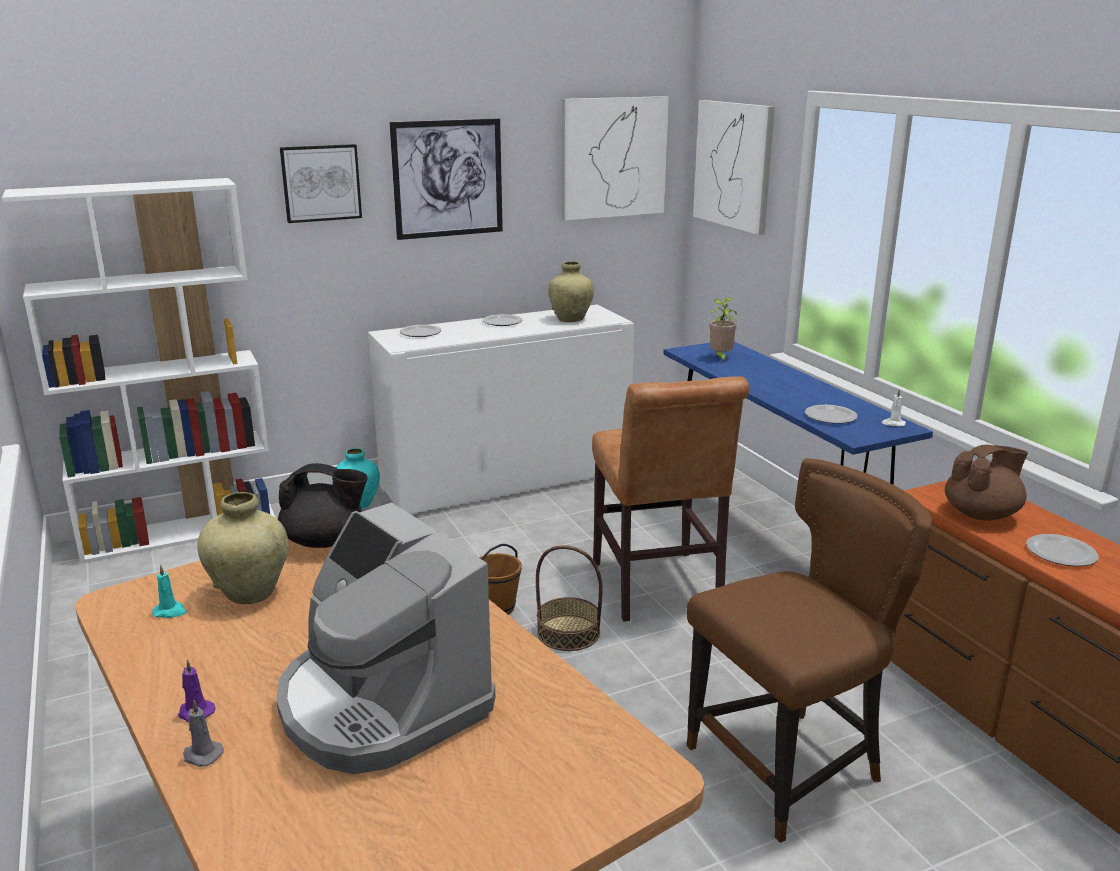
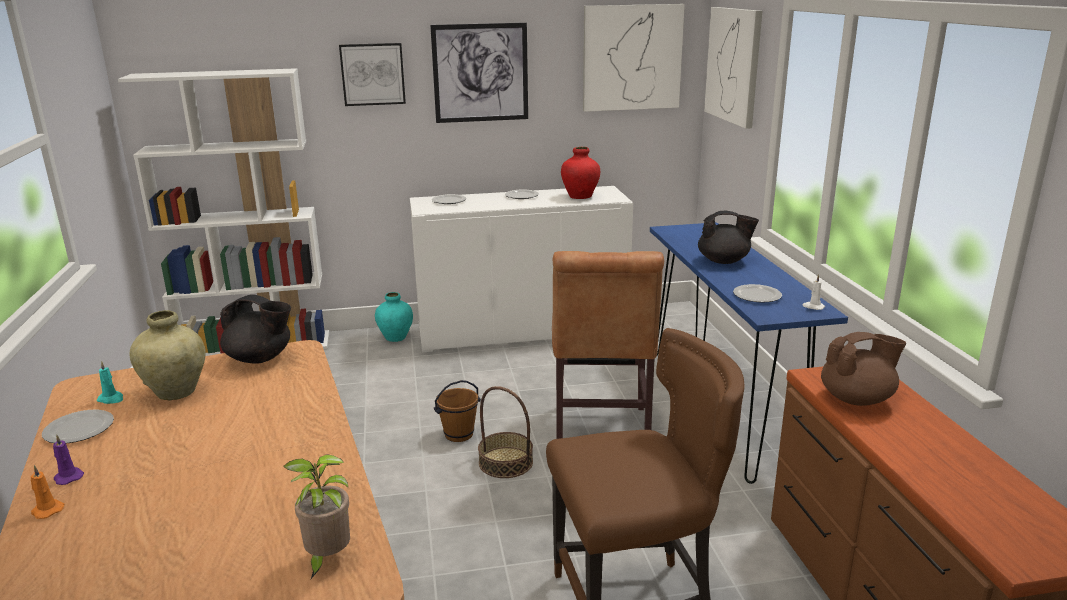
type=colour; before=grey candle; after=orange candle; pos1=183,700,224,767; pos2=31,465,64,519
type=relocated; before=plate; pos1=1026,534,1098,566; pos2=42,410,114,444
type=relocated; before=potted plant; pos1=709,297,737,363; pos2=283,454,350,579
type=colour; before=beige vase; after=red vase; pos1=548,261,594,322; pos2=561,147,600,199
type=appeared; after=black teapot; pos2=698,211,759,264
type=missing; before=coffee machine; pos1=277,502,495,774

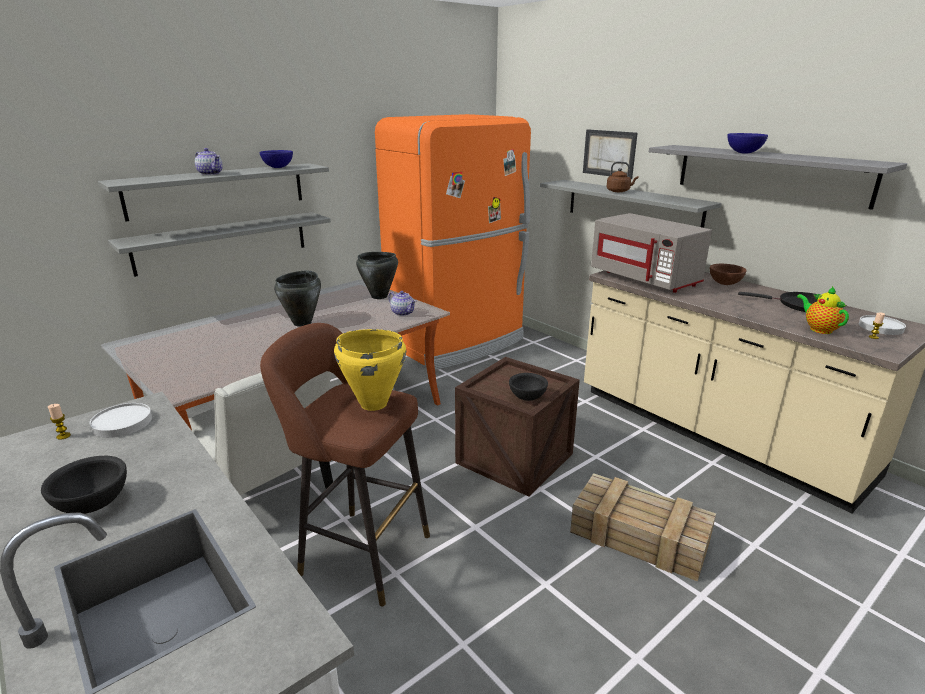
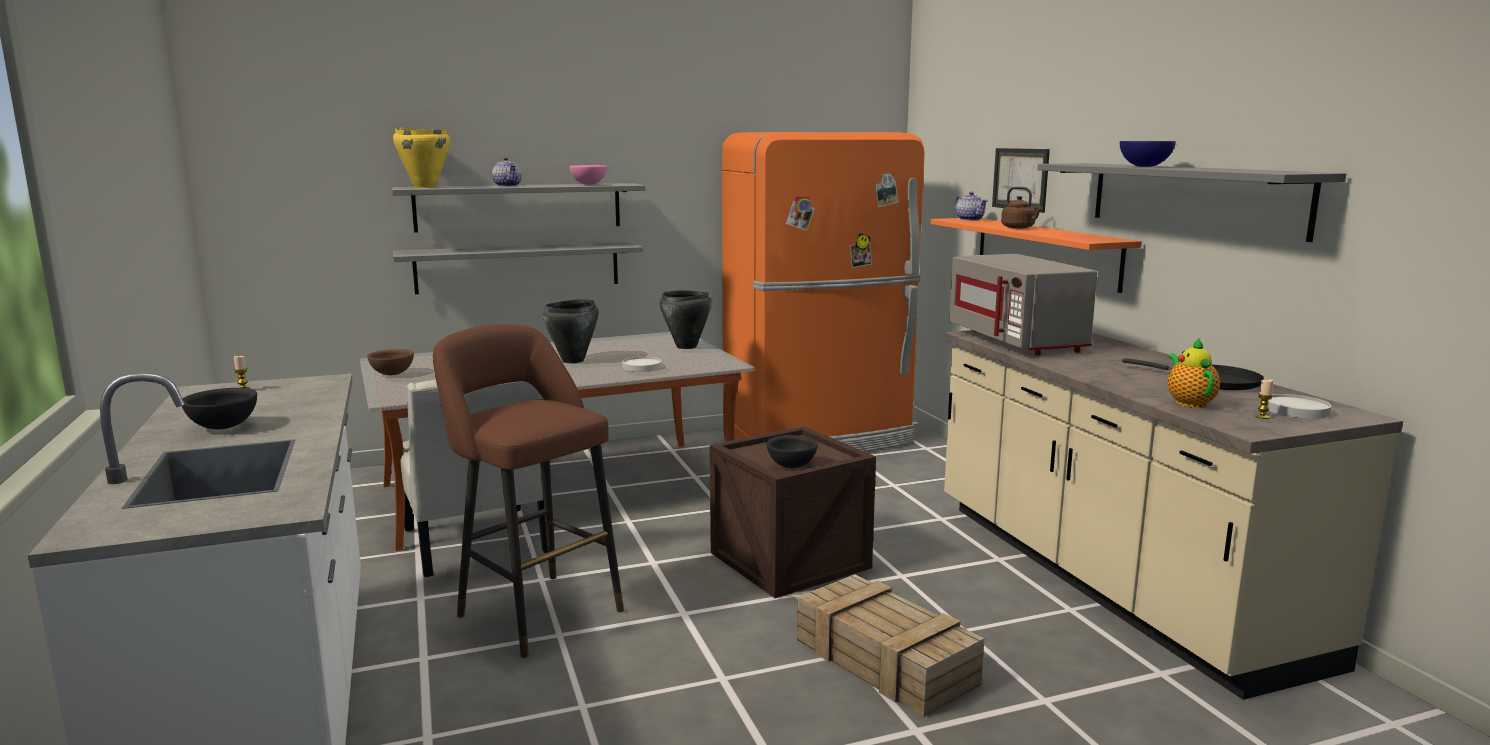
type=relocated; before=brown bowl; pos1=710,264,747,285; pos2=367,349,414,375
type=relocated; before=yellow cooking pot; pos1=334,329,406,411; pos2=393,128,450,188
type=colour; before=blue bowl; after=pink bowl; pos1=260,150,293,168; pos2=569,165,607,185
type=relocated; before=white plate; pos1=89,403,152,438; pos2=622,357,662,372
type=colour; before=grey shelf; after=orange shelf; pos1=540,180,722,228; pos2=931,218,1142,293
type=relocated; before=teapot; pos1=388,291,416,316; pos2=954,192,988,221

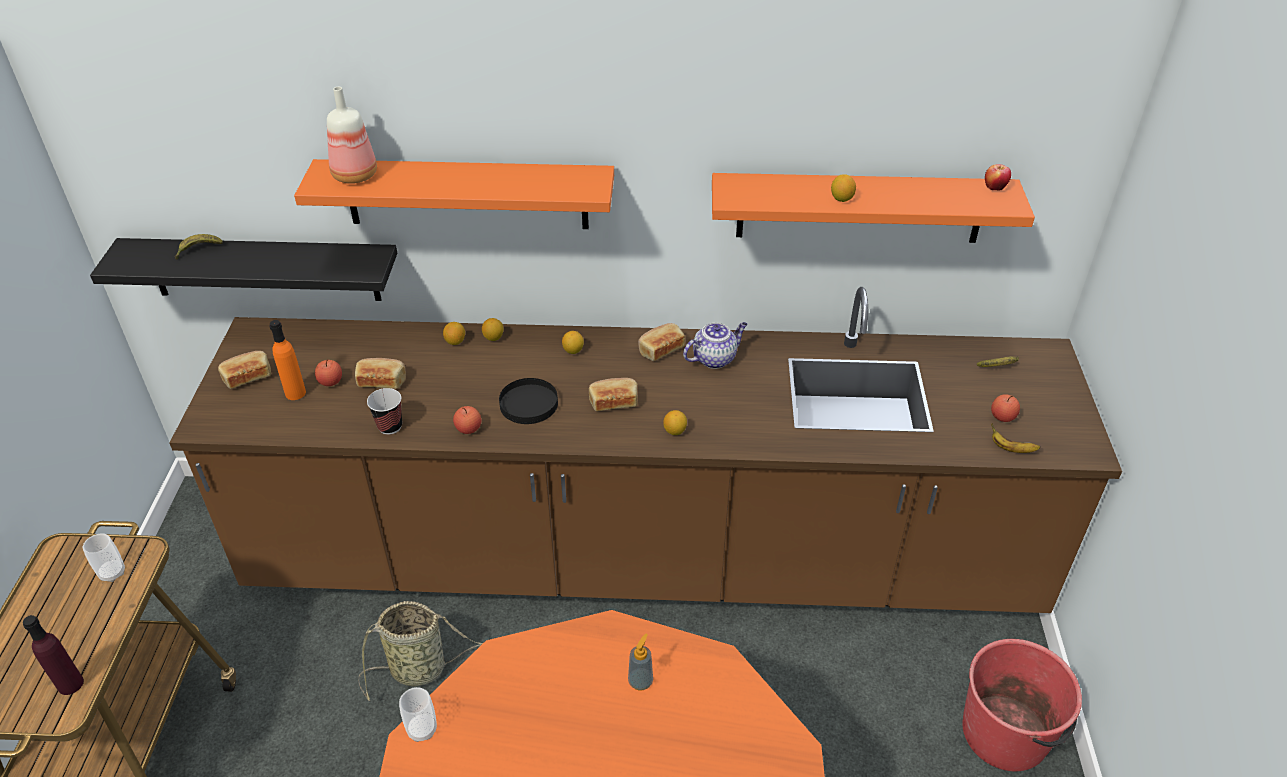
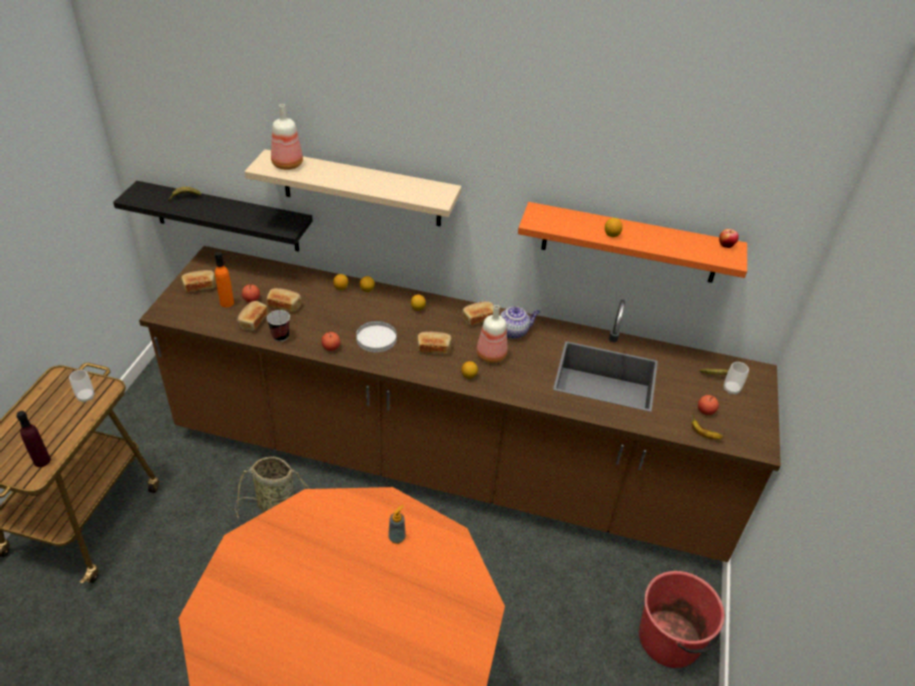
type=appeared; after=bread; pos2=237,301,268,331
type=colour; before=orange shelf; after=beige shelf; pos1=294,159,614,229; pos2=244,149,461,226
type=colour; before=black plate; after=white plate; pos1=499,378,558,424; pos2=356,321,397,352
type=appeared; after=bottle; pos2=477,305,508,363
type=relocated; before=cup; pos1=399,687,437,742; pos2=724,362,749,395

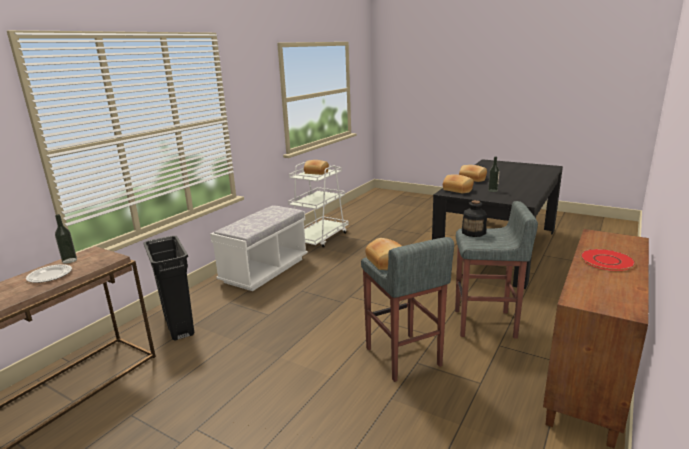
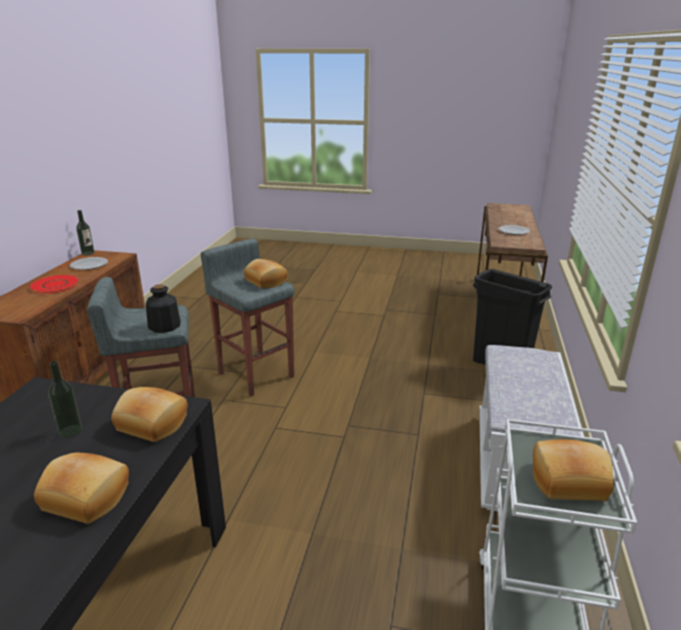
type=appeared; after=plate; pos2=70,257,108,270
type=relocated; before=bottle; pos1=55,214,77,264; pos2=76,210,94,255

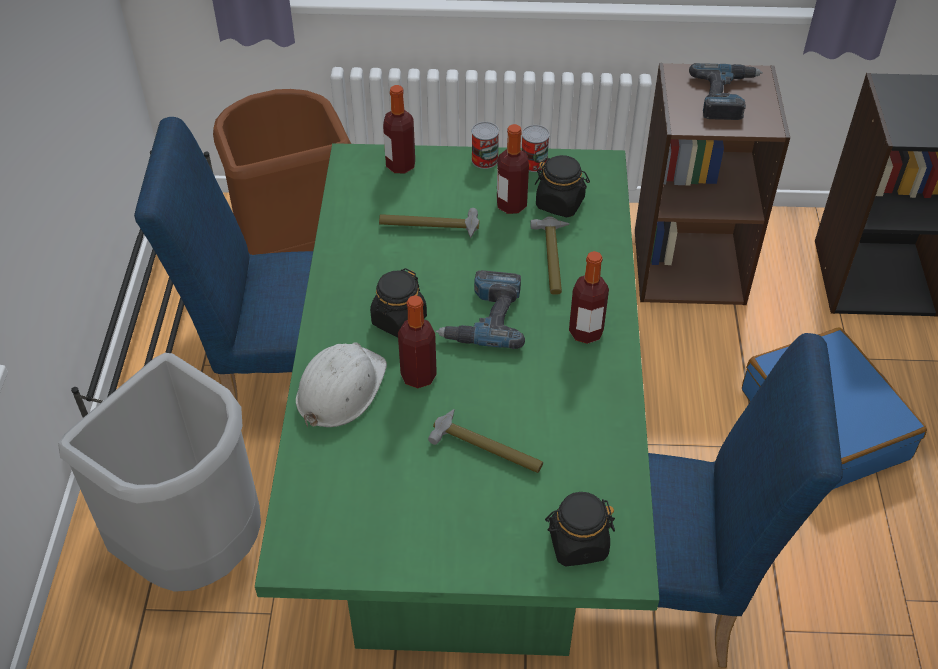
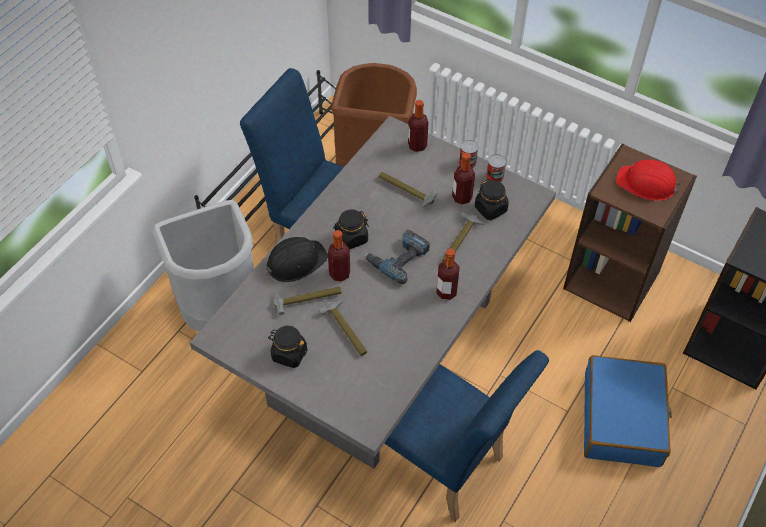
type=colour; before=green dining table; after=grey dining table; pos1=255,143,659,656; pos2=190,116,556,469
type=colour; before=white hard hat; after=black hard hat; pos1=296,342,387,427; pos2=265,237,328,282
type=relocated; before=black jar; pos1=545,492,615,566; pos2=268,326,308,368
type=appeared; after=hammer; pos2=273,287,341,315
type=exchanged; before=power drill; after=red hard hat; pos1=689,63,763,120; pos2=616,160,682,201

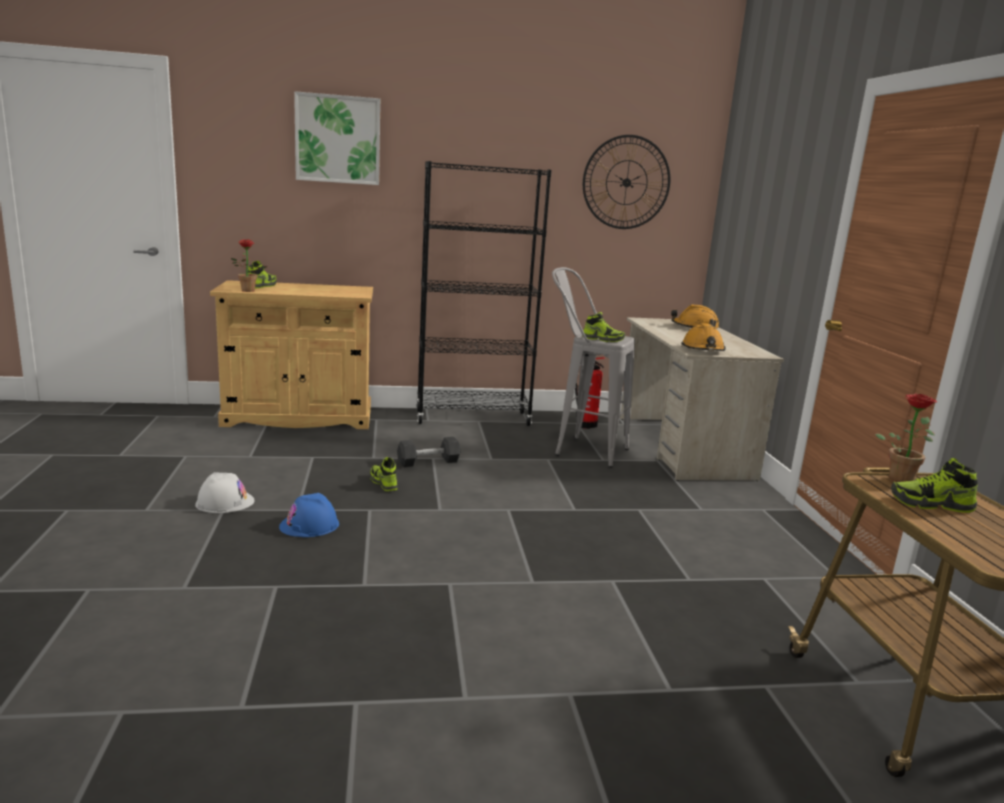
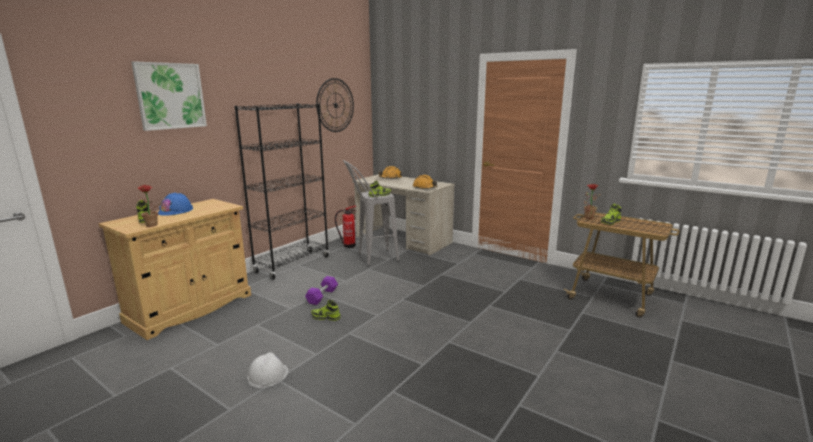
type=relocated; before=blue hard hat; pos1=279,493,339,537; pos2=158,192,193,216
type=colour; before=black dumbbell; after=purple dumbbell; pos1=397,437,461,467; pos2=305,276,338,305

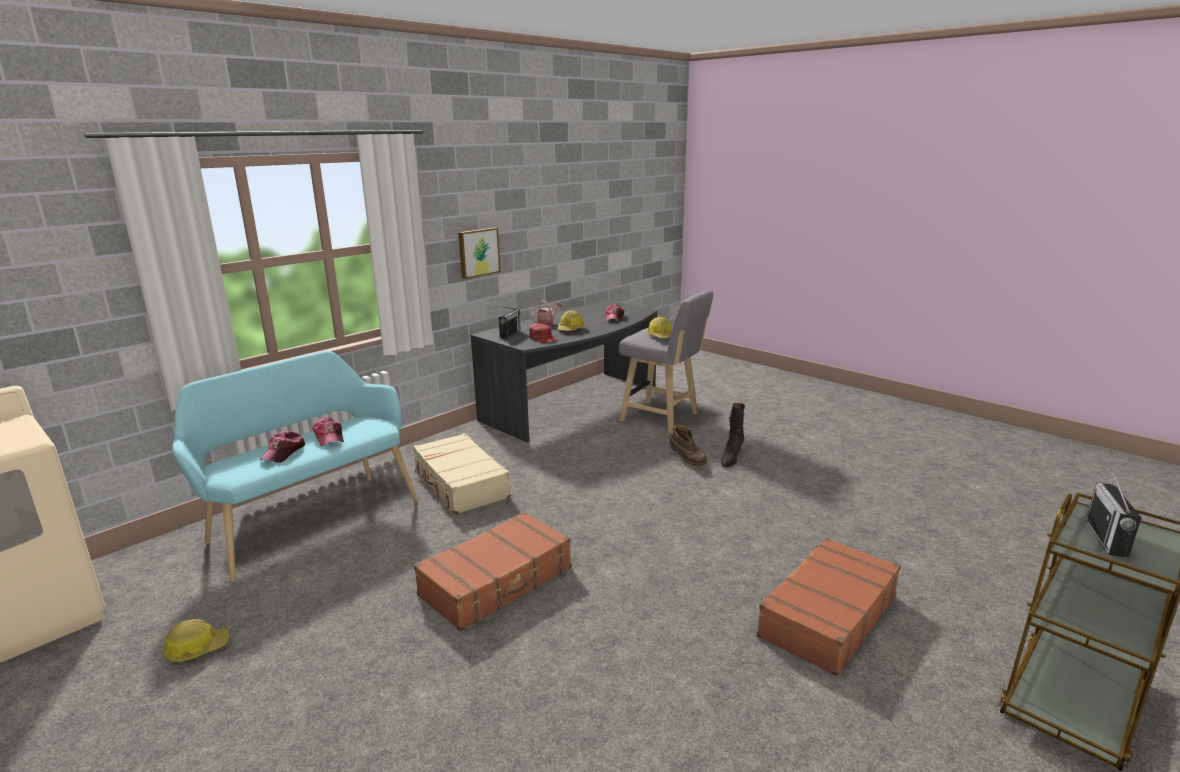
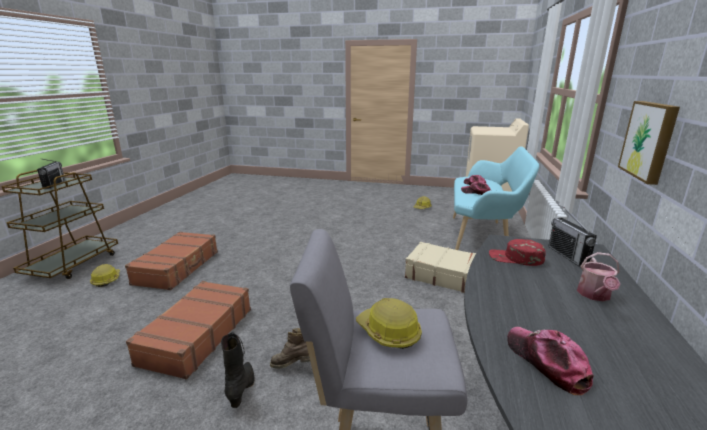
type=relocated; before=hard hat; pos1=557,310,585,331; pos2=90,264,120,287
type=relocated; before=brown suitcase; pos1=414,512,571,631; pos2=126,281,251,380

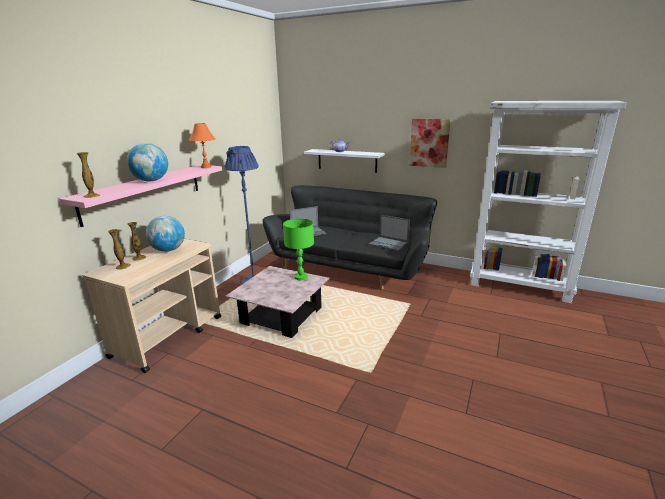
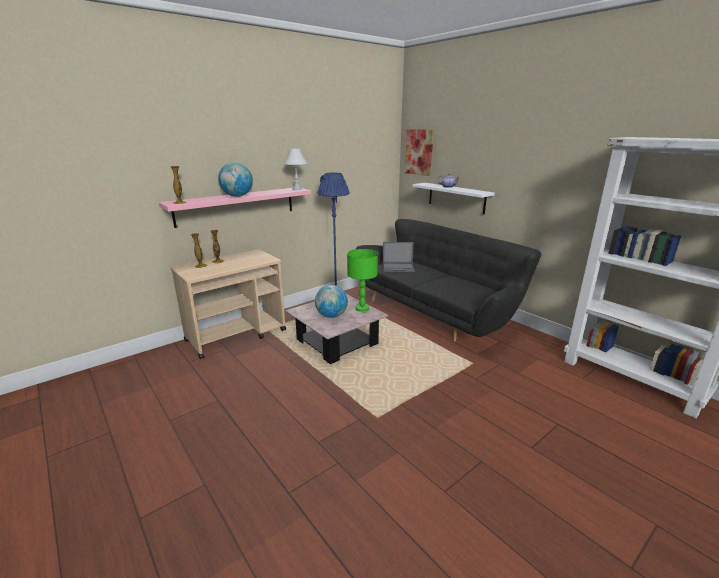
type=colour; before=orange table lamp; after=white table lamp; pos1=189,123,215,168; pos2=284,148,308,191
type=relocated; before=globe; pos1=146,216,185,252; pos2=315,285,348,318
type=relocated; before=picture; pos1=409,119,451,168; pos2=405,129,434,176
type=missing; before=laptop; pos1=369,215,410,251

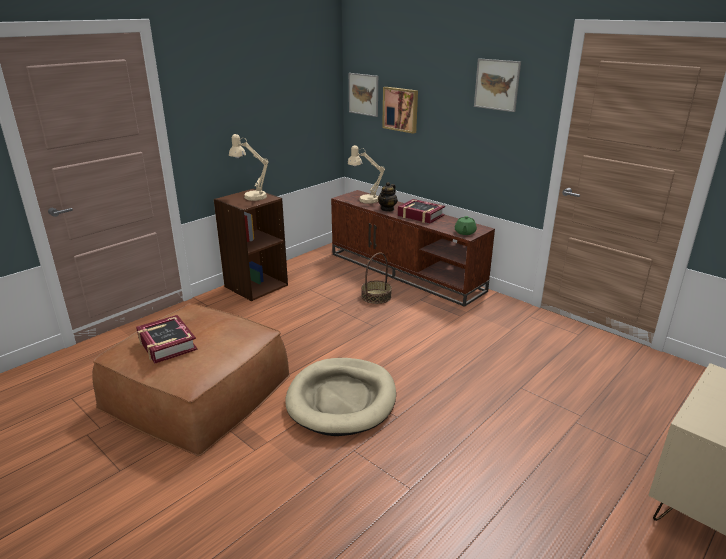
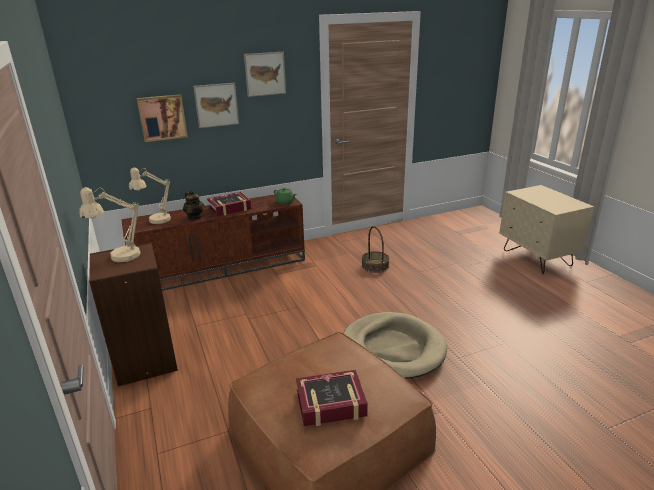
type=relocated; before=picture; pos1=349,73,378,117; pos2=193,83,239,128
type=relocated; before=basket; pos1=361,252,392,304; pos2=362,226,389,273

